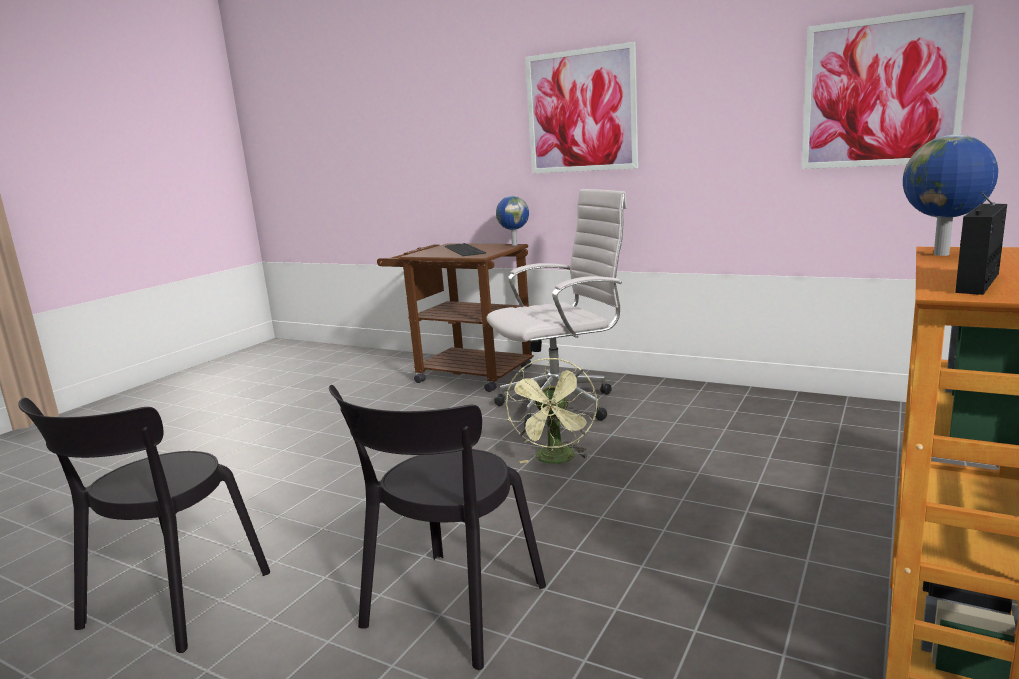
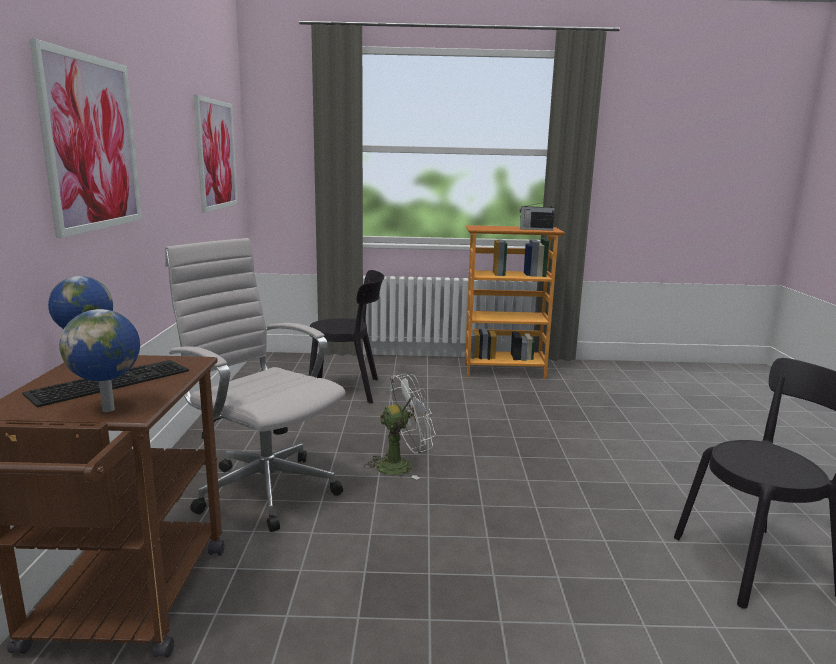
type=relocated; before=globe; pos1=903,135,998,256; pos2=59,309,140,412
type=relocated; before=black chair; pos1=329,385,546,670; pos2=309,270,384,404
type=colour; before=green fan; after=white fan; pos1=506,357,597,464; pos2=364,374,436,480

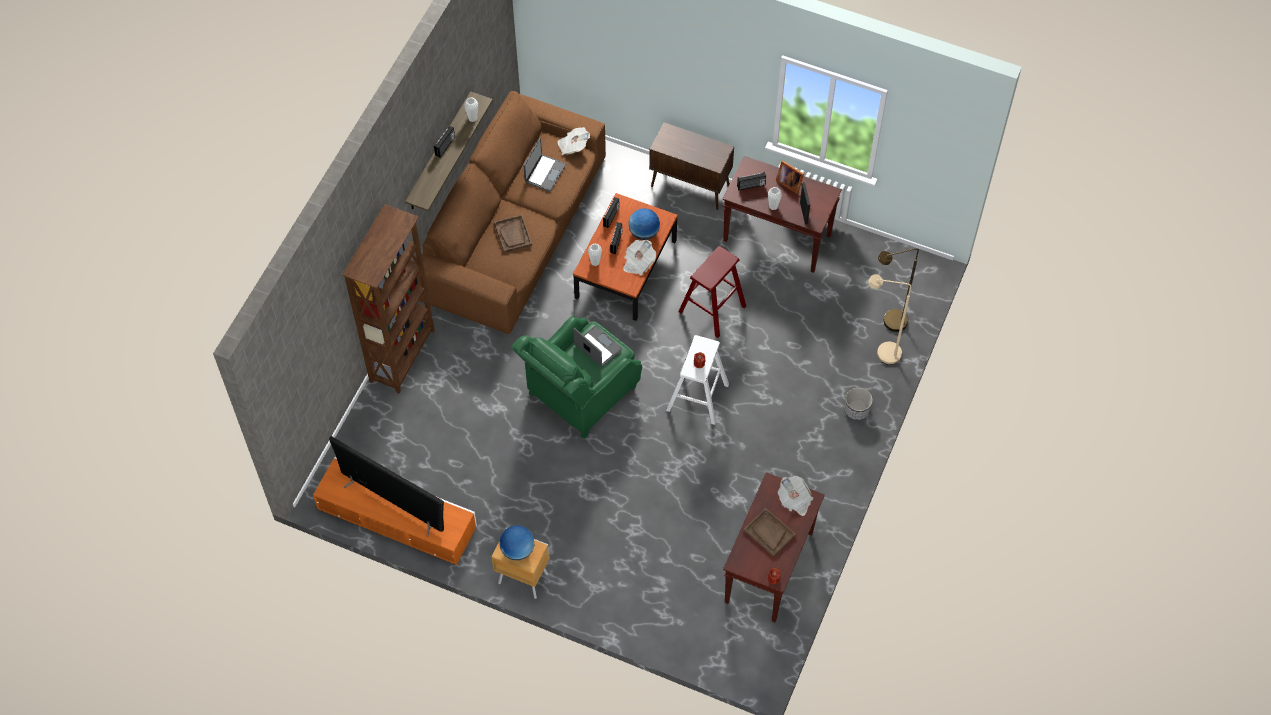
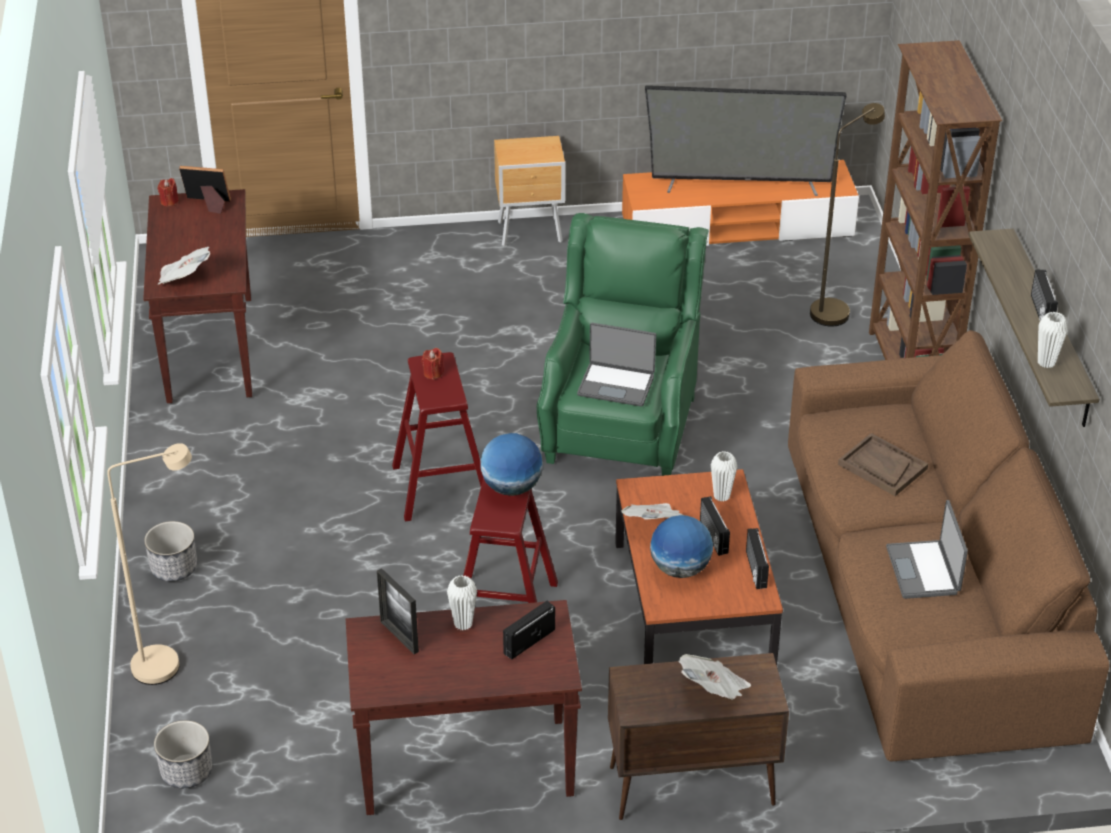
type=appeared; after=planter; pos2=154,720,212,788
type=relocated; before=picture frame; pos1=776,160,804,194; pos2=179,166,231,214
type=colour; before=white stool; after=red stool; pos1=666,335,729,425; pos2=392,352,483,522
type=relocated; before=globe; pos1=500,525,534,561; pos2=480,433,543,496
type=relocated; before=newspaper; pos1=557,127,590,155; pos2=679,654,751,700
type=relocated; before=brown floor lamp; pos1=878,248,919,332; pos2=810,103,885,327
type=missing; before=brown tray; pos1=743,508,796,557

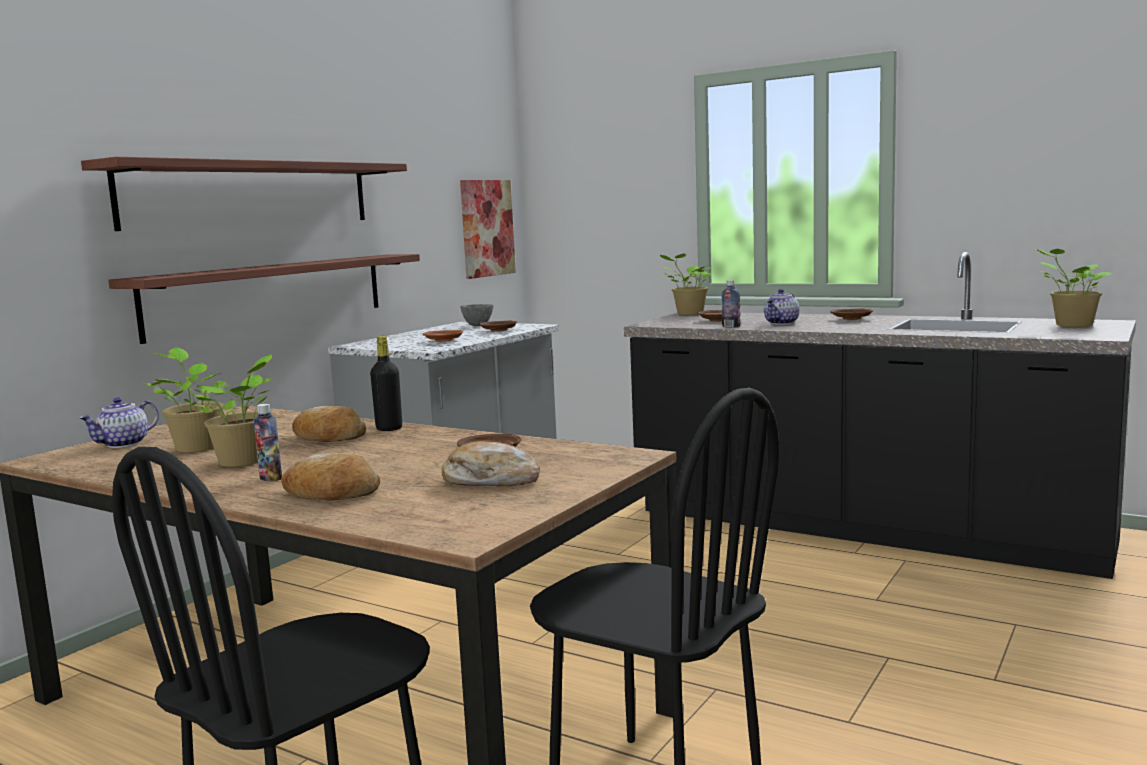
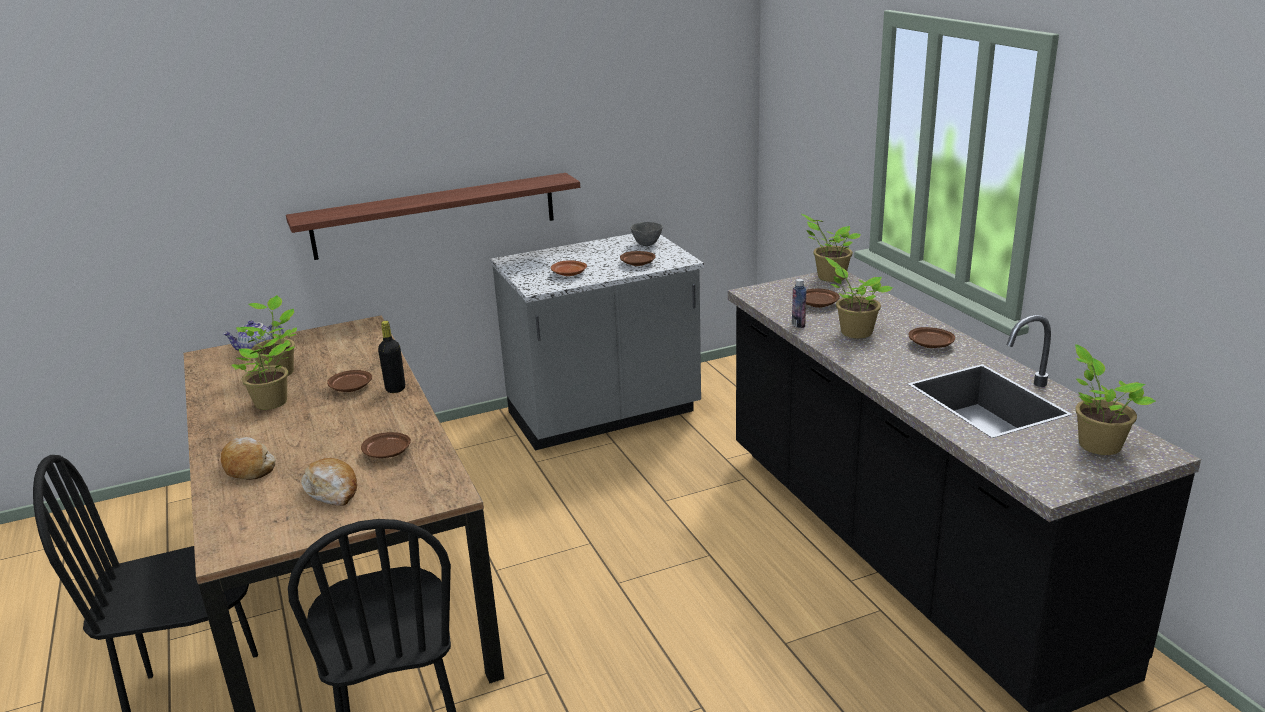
type=exchanged; before=bread; after=brown plate; pos1=292,406,366,442; pos2=327,370,372,392
type=exchanged; before=teapot; after=potted plant; pos1=764,289,799,325; pos2=825,257,893,339
type=missing; before=shelf; pos1=81,157,407,231
type=missing; before=bottle; pos1=254,404,282,481
type=missing; before=picture; pos1=460,180,516,279

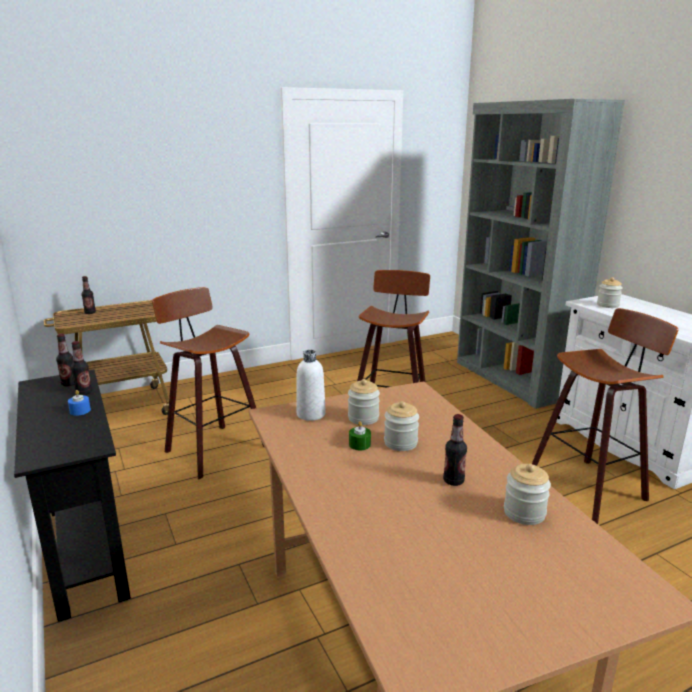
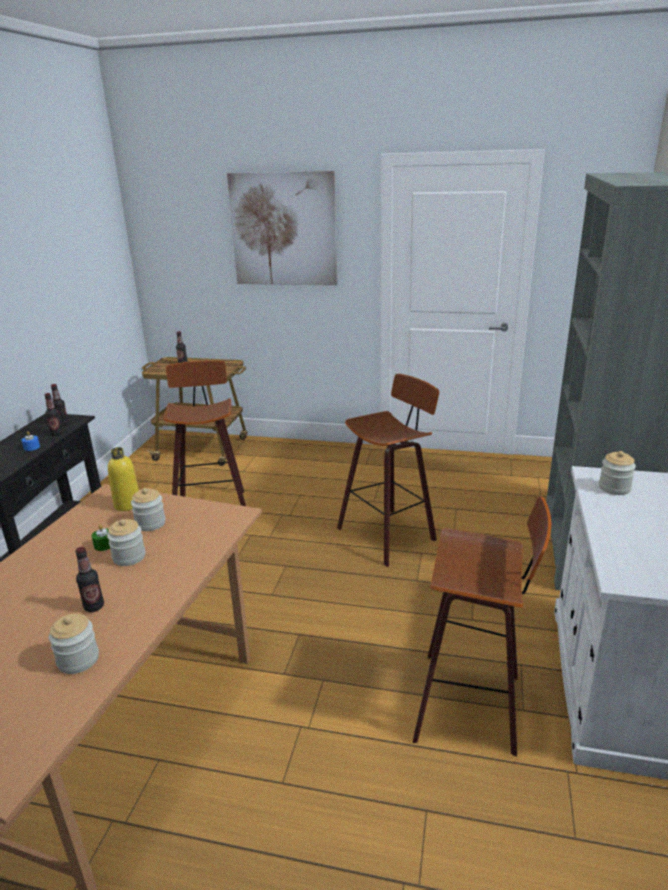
type=colour; before=white bottle; after=yellow bottle; pos1=296,350,326,421; pos2=108,447,139,511
type=appeared; after=picture; pos2=227,171,338,286

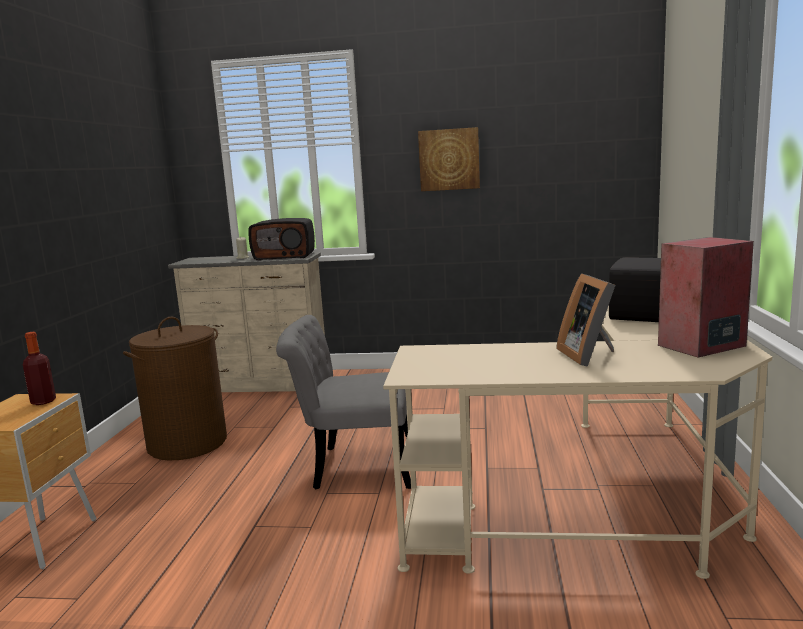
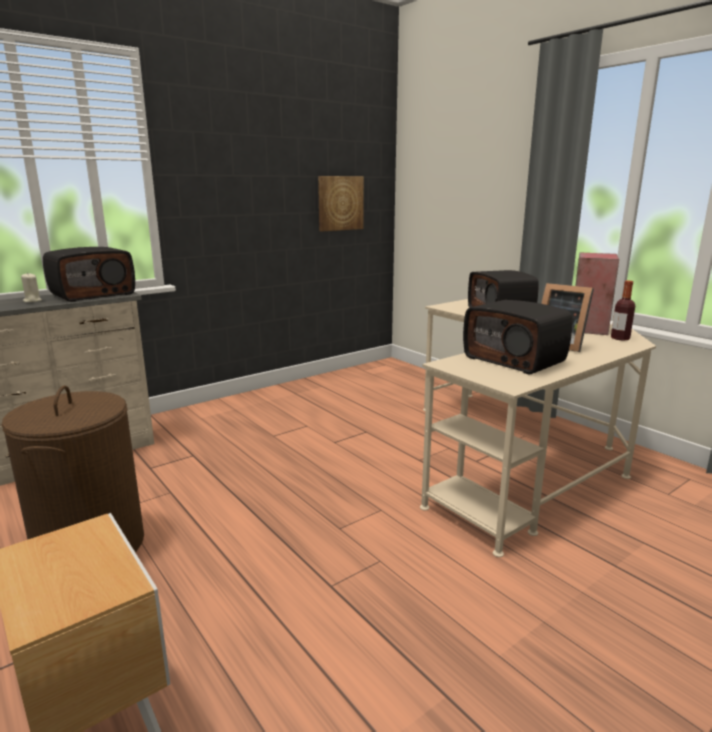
type=relocated; before=picture; pos1=418,127,480,191; pos2=318,176,364,231
type=appeared; after=radio; pos2=463,300,572,375
type=relocated; before=bottle; pos1=23,332,56,405; pos2=611,281,635,341
type=missing; before=grey chair; pos1=276,315,411,489

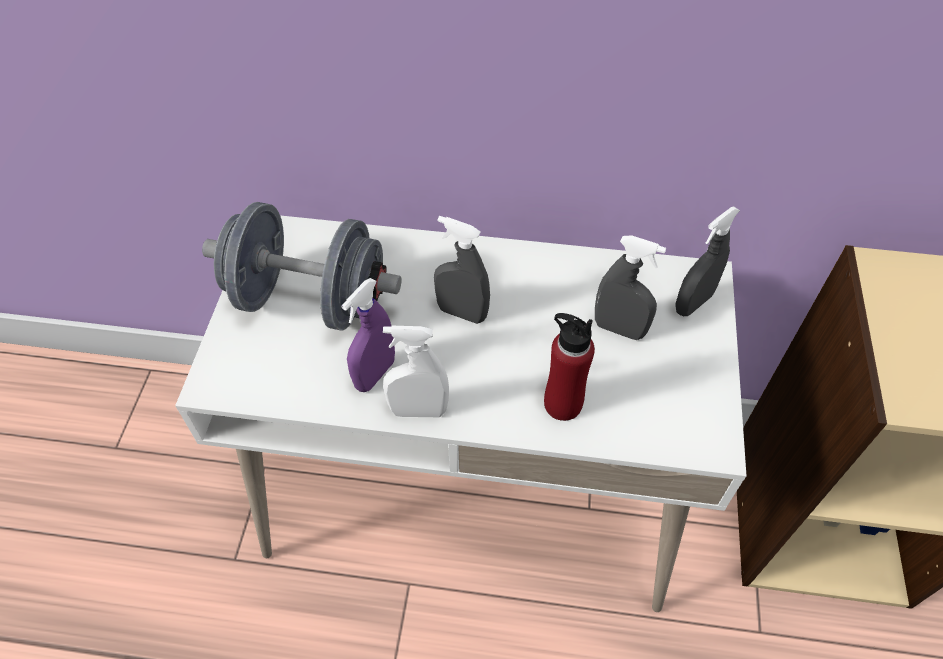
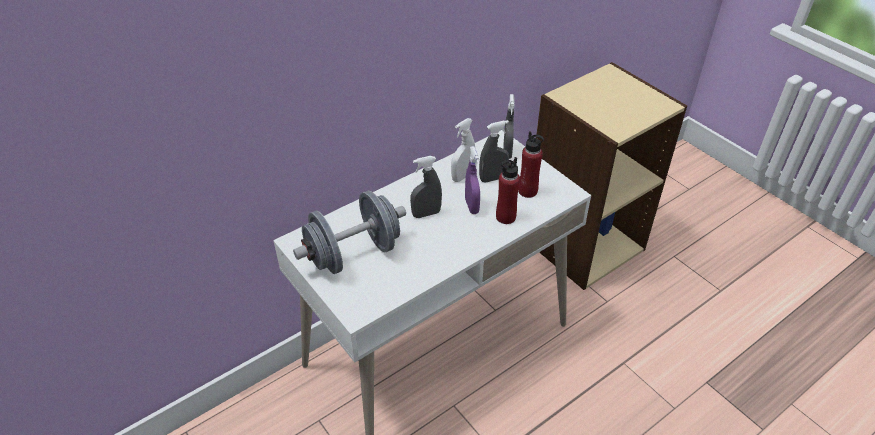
type=relocated; before=white spray bottle; pos1=383,326,449,417; pos2=451,118,475,182
type=relocated; before=purple spray bottle; pos1=342,278,395,392; pos2=465,146,480,214
type=appeared; after=red bottle; pos2=518,131,544,198

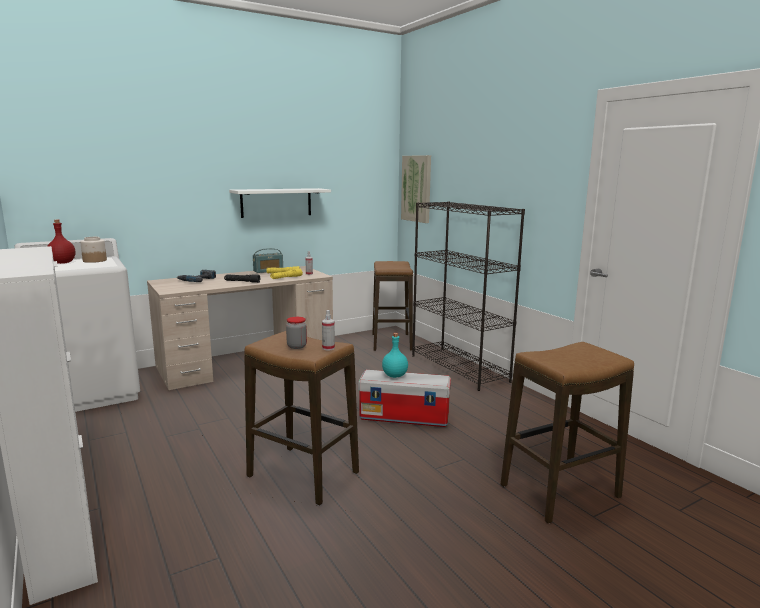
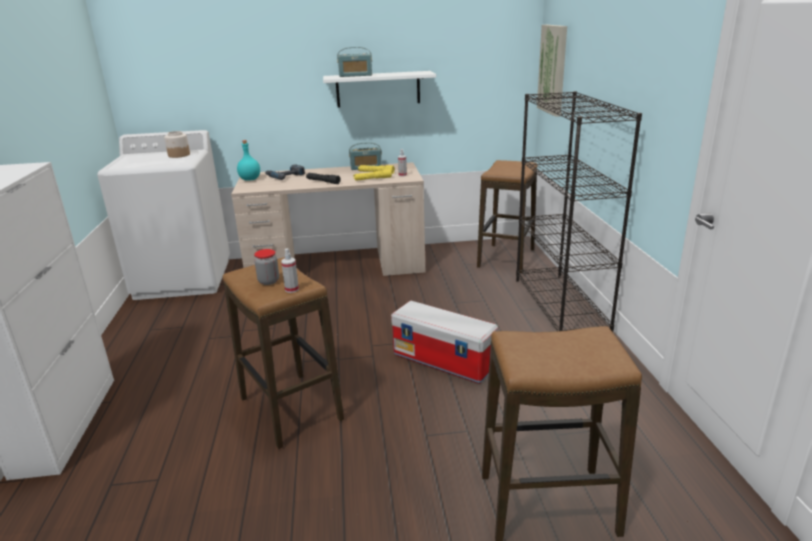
type=relocated; before=turquoise bottle; pos1=382,333,408,378; pos2=237,140,260,181
type=appeared; after=radio; pos2=337,47,372,77
type=missing; before=red bottle; pos1=47,220,76,264

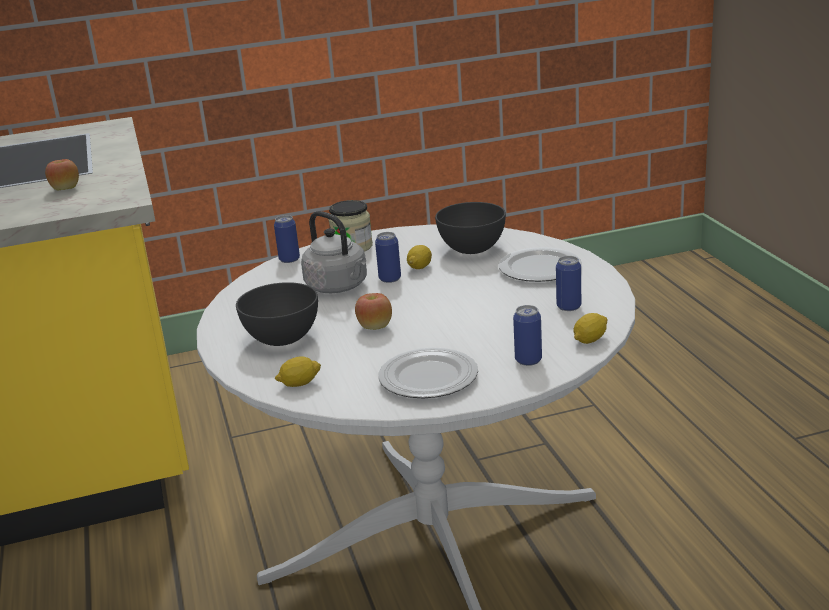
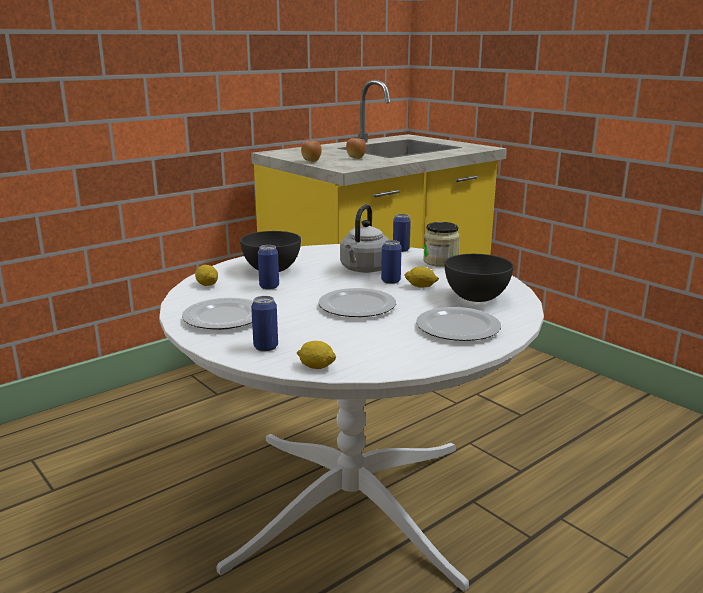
type=relocated; before=can; pos1=556,256,581,311; pos2=258,245,279,289
type=relocated; before=apple; pos1=355,293,392,330; pos2=301,141,322,162
type=appeared; after=plate; pos2=318,288,396,317

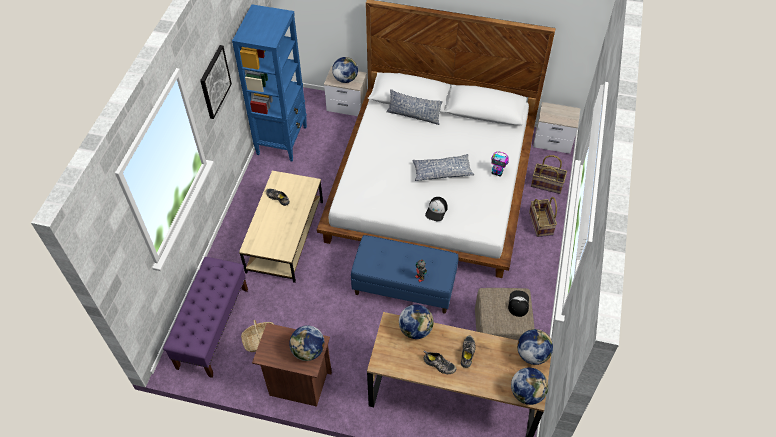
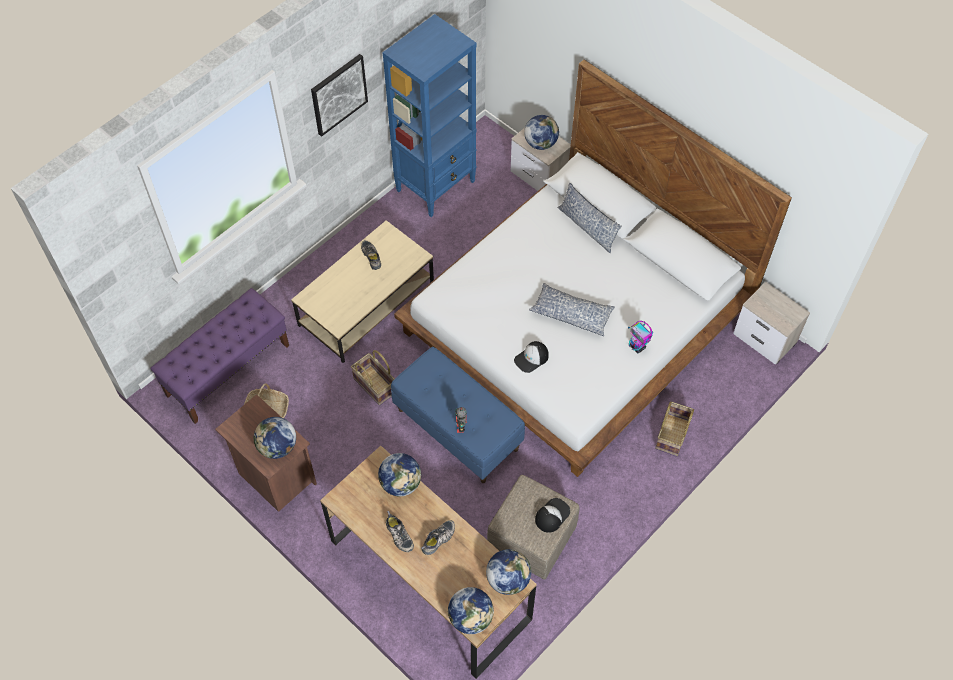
type=relocated; before=basket; pos1=531,155,567,194; pos2=351,350,395,406

